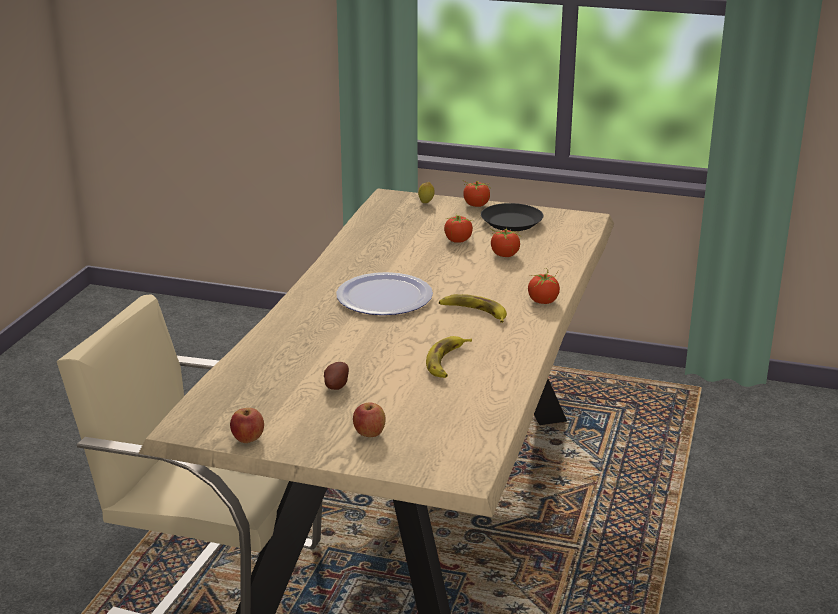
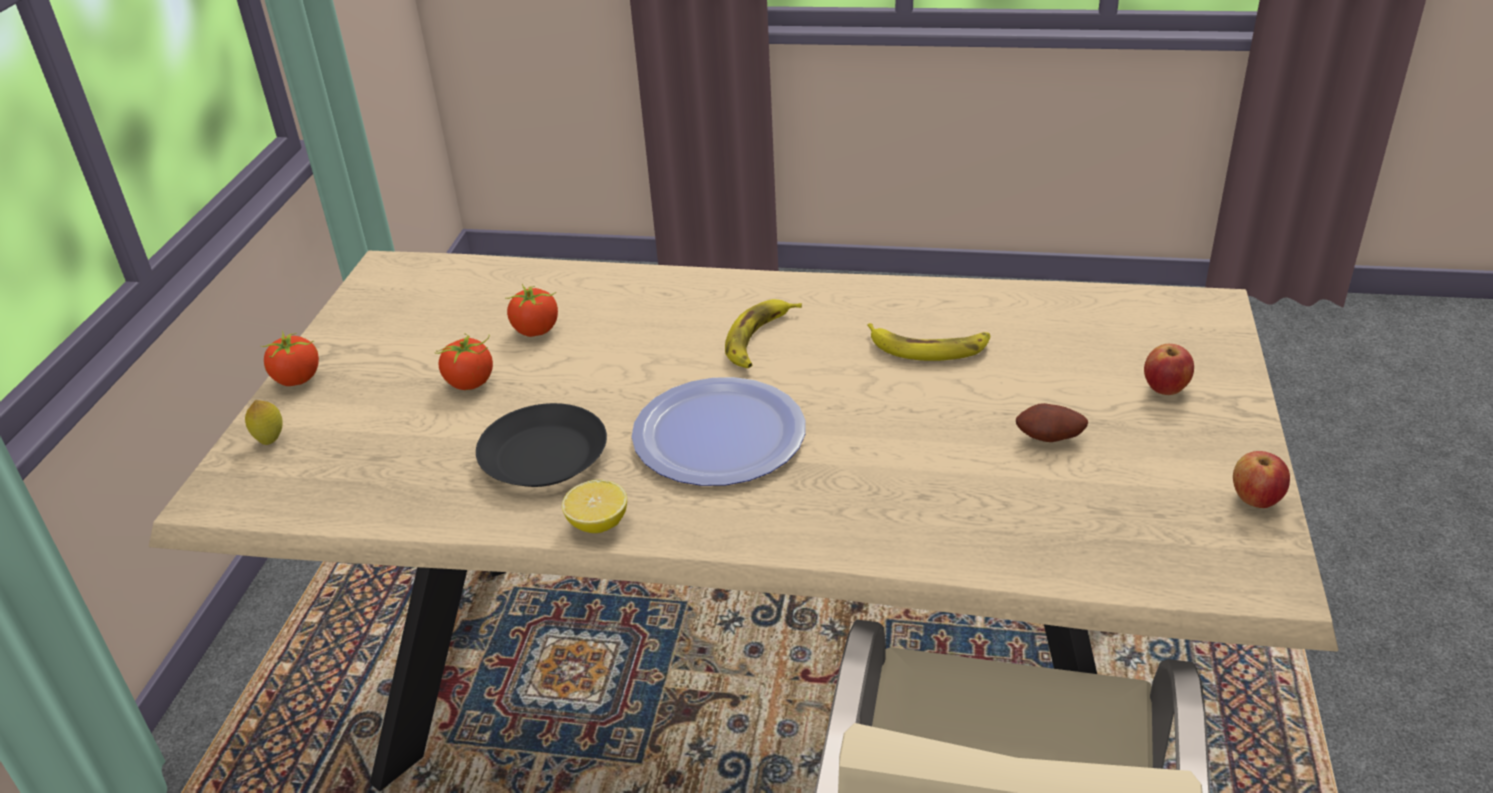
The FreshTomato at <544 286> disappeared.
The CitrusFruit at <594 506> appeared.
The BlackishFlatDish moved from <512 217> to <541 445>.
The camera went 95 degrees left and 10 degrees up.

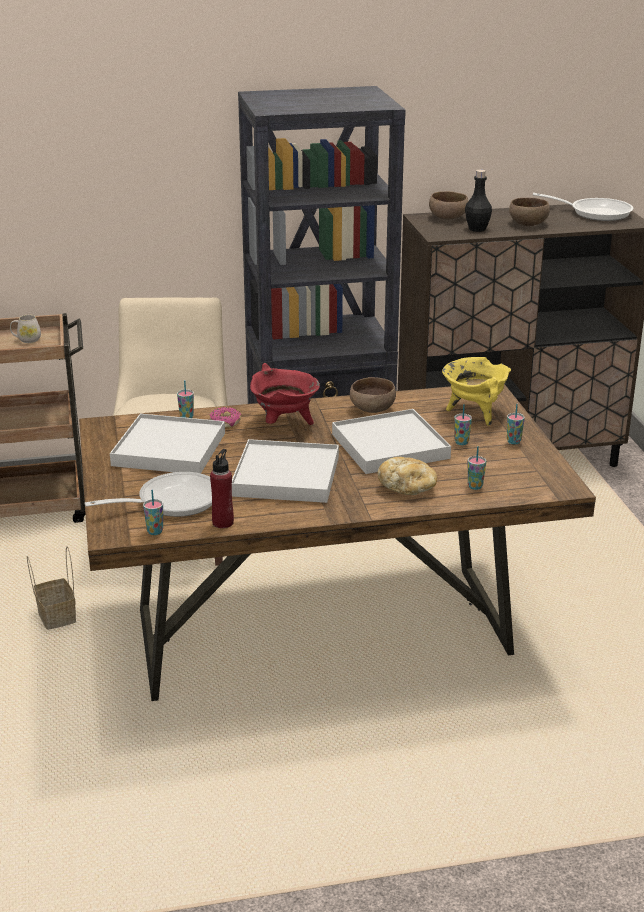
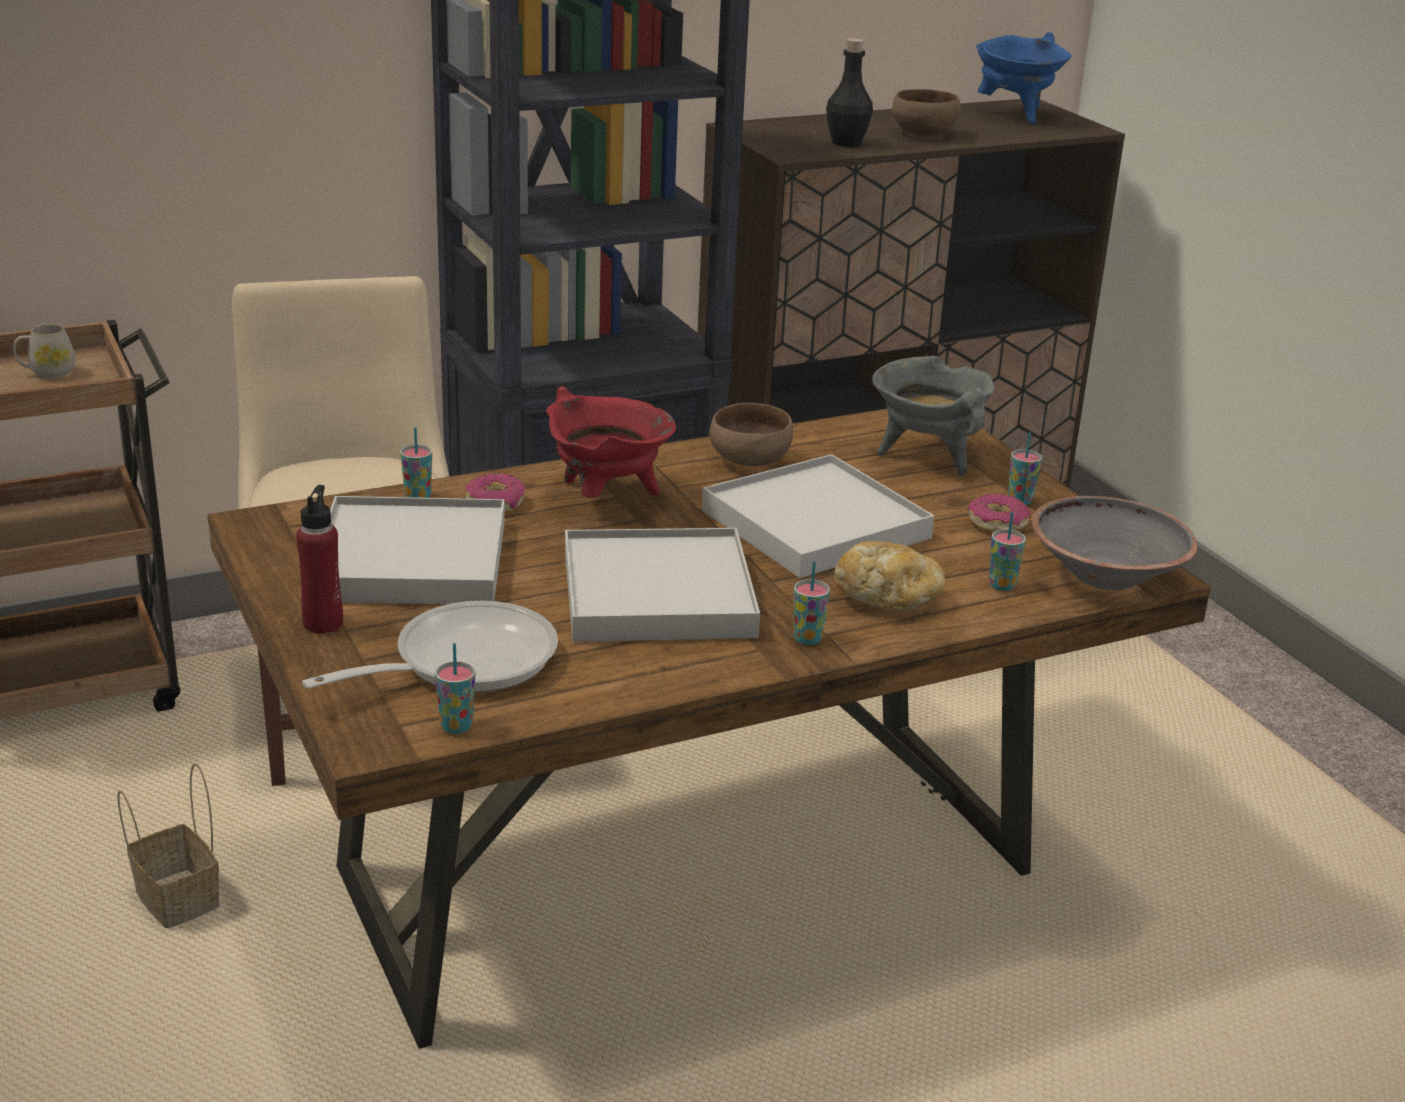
The BrownBowl at <448 205> disappeared.
The Doughnut at <999 513> appeared.
The GrayBowl at <1115 543> appeared.
The RedBottle moved from <222 488> to <319 559>.
The DrinkingCup moved from <463 424> to <811 603>.
The FryingPan at <583 207> was replaced by the BlueColouredCookingPot at <1023 78>.
The YellowColouredCookingPot at <476 391> became the GrayCookingPot at <933 416>.
The camera went 15 degrees left and 0 degrees up.

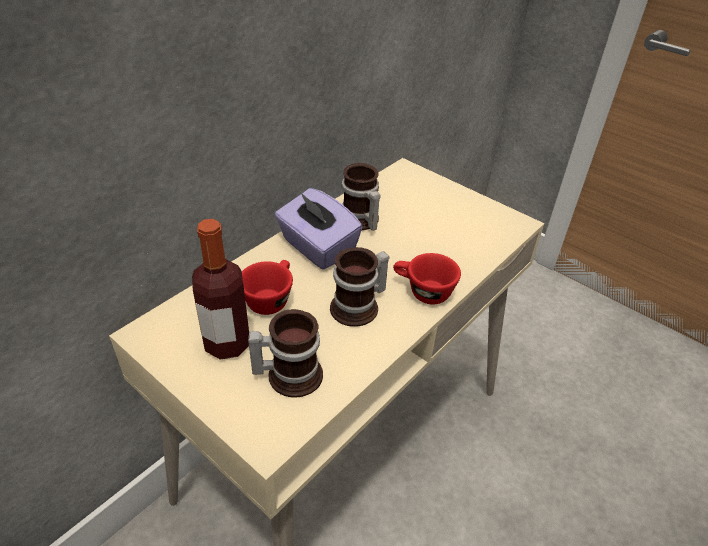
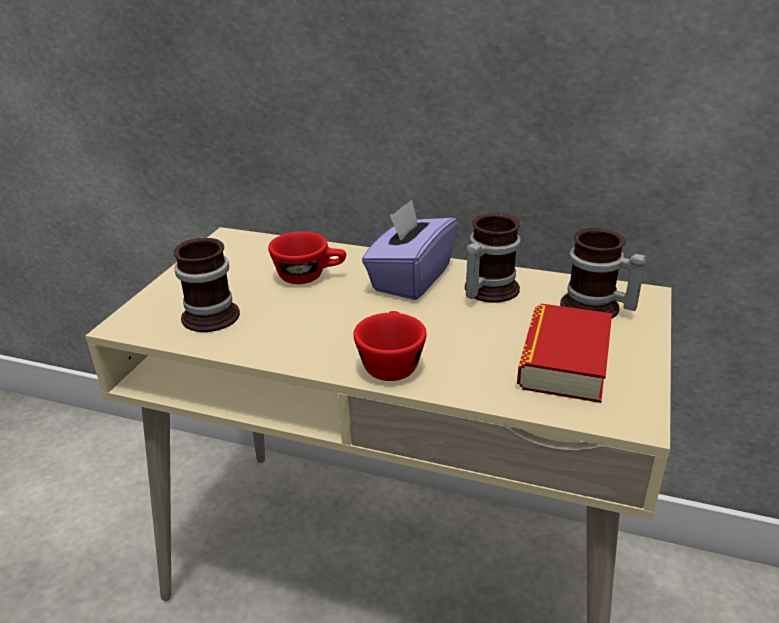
The Bottle at <220 289> disappeared.
The Book at <564 353> appeared.
The CoffeeMug moved from <359 287> to <603 273>.
The camera went 70 degrees right and 10 degrees down.

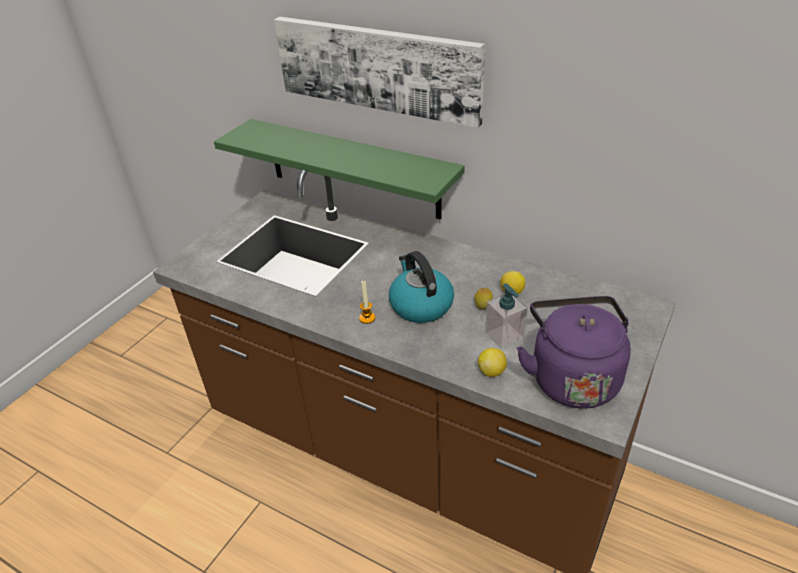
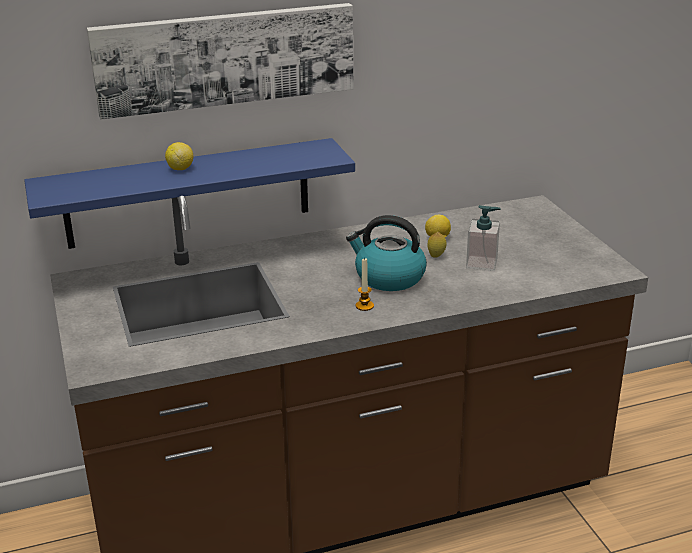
The PurpleTeaKettle at <574 352> disappeared.
The CitrusFruit moved from <492 362> to <179 156>.
The GreenShelf at <339 169> became the BlueColouredShelf at <189 193>.
The camera went 50 degrees left and 10 degrees down.

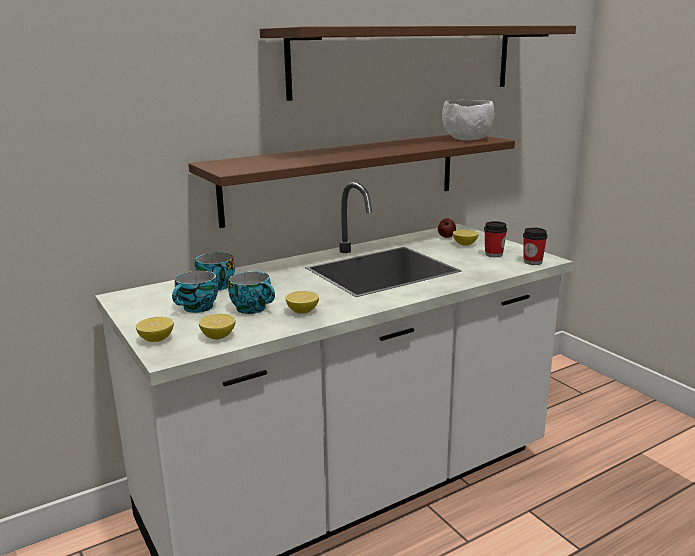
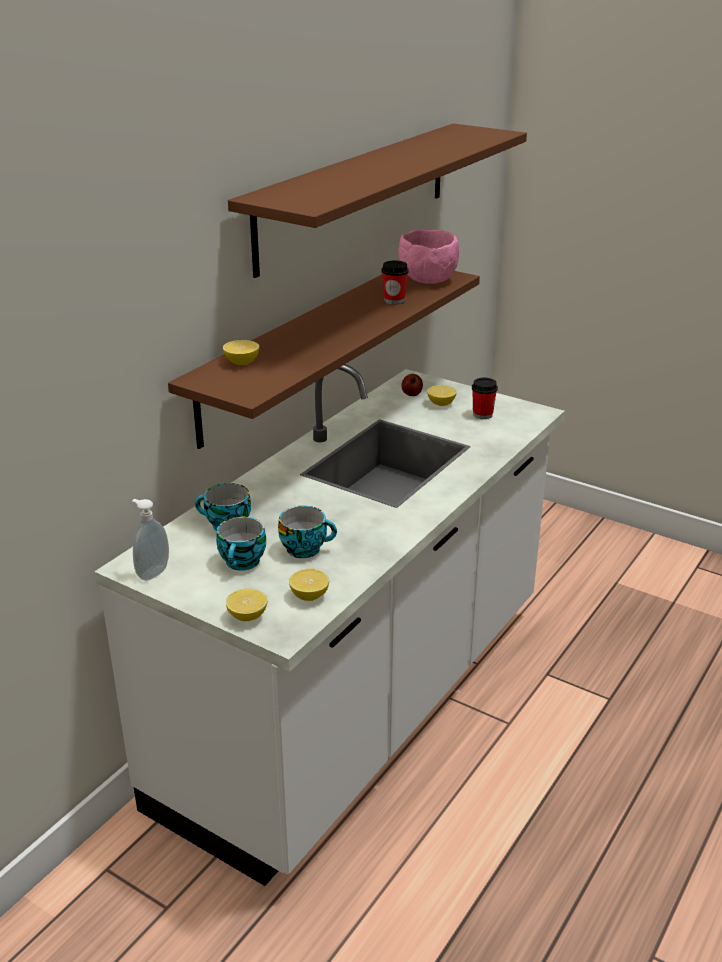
The SoapDispenser at <150 540> appeared.
The CitrusFruit moved from <302 302> to <241 352>.
The DrinkingCup moved from <535 246> to <395 282>.
The WhiteColouredBowl at <468 119> became the PinkColouredBowl at <428 256>.
The camera went 25 degrees left and 10 degrees up.

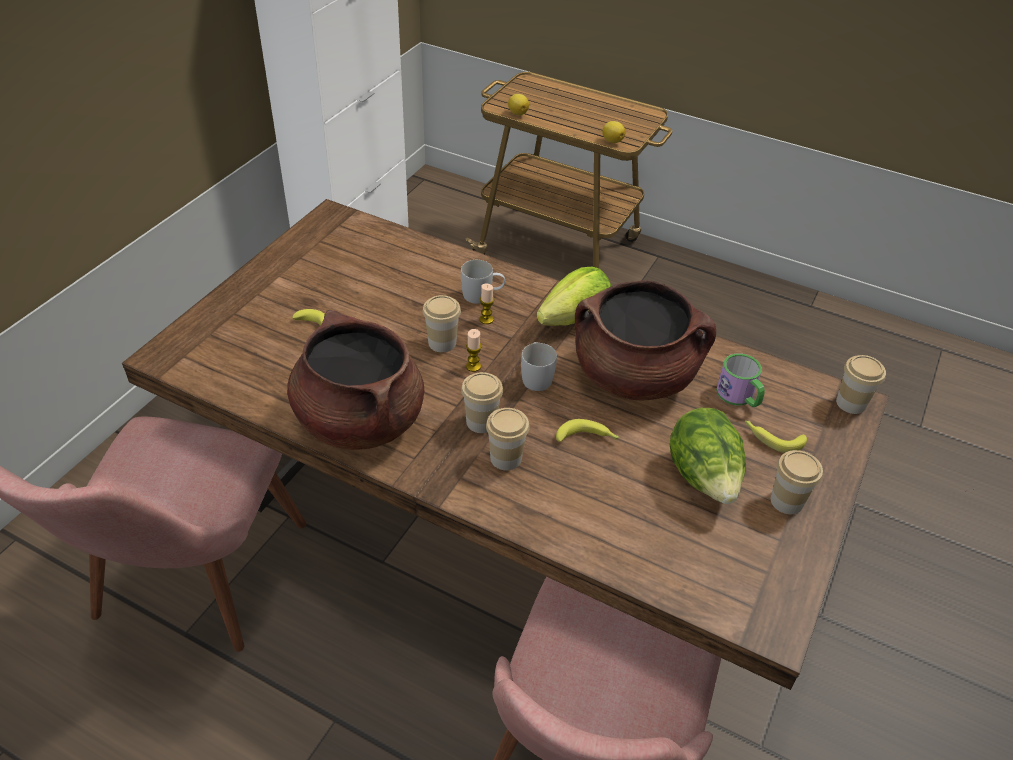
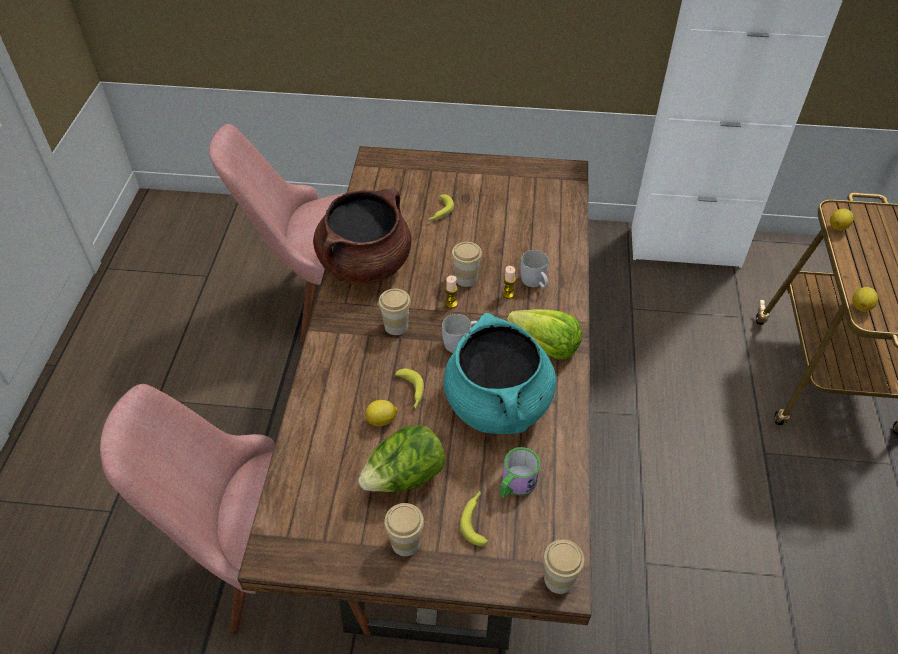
The DrinkingCup at <508 439> disappeared.
The CitrusFruit at <382 413> appeared.
The BrownCookingPot at <645 340> became the TurquoiseColouredCookingPot at <499 373>.
The camera went 70 degrees right and 5 degrees up.

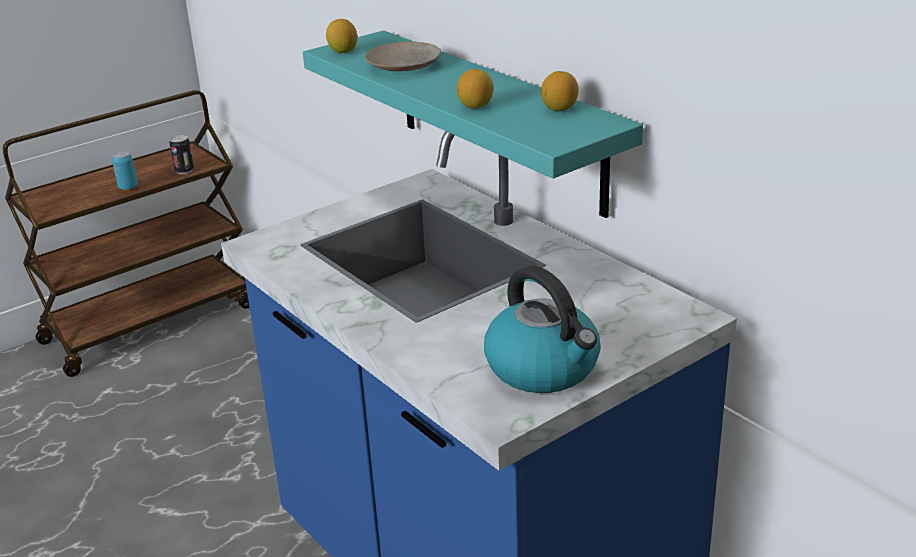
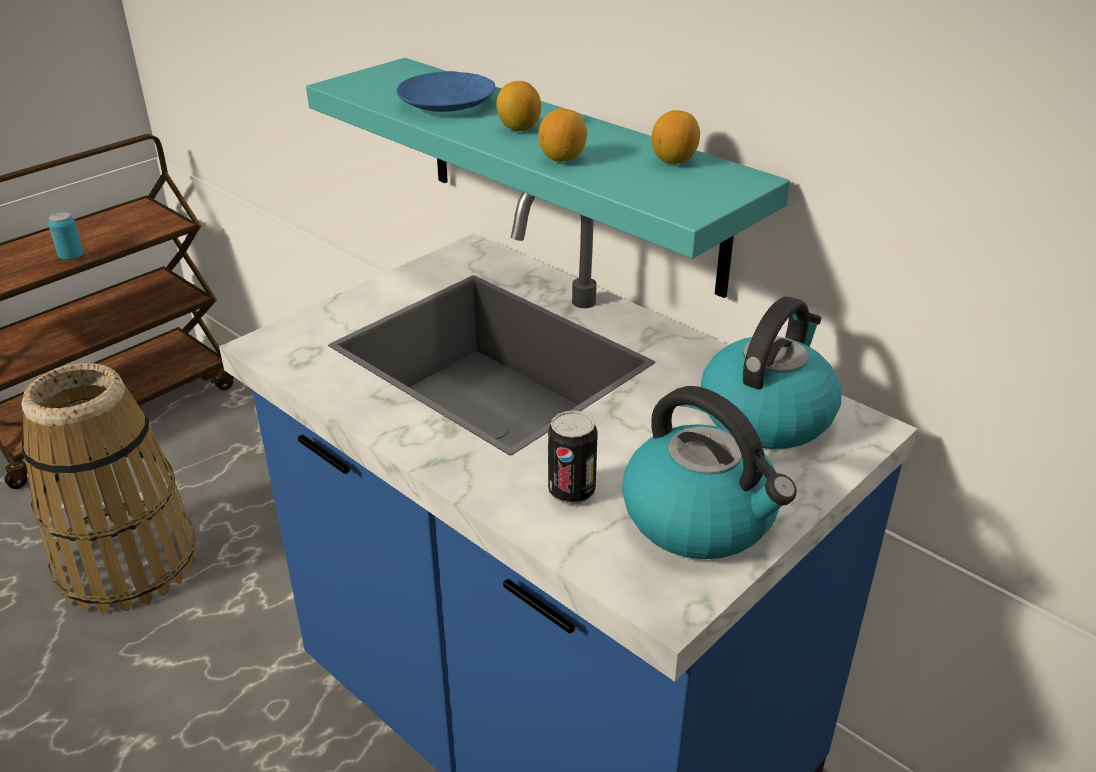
The Basket at <109 488> appeared.
The TeaKettle at <771 373> appeared.
The MetalCan moved from <181 154> to <573 457>.
The CitrusFruit moved from <341 36> to <518 106>.
The BeigeFlatDish at <403 56> became the BlueColouredFlatDish at <445 91>.
The camera went 10 degrees left and 5 degrees up.

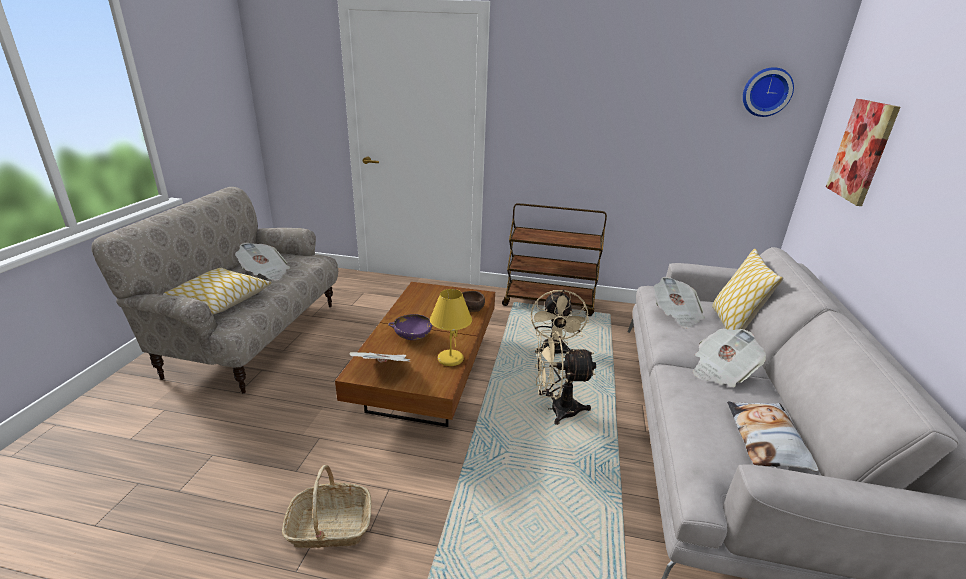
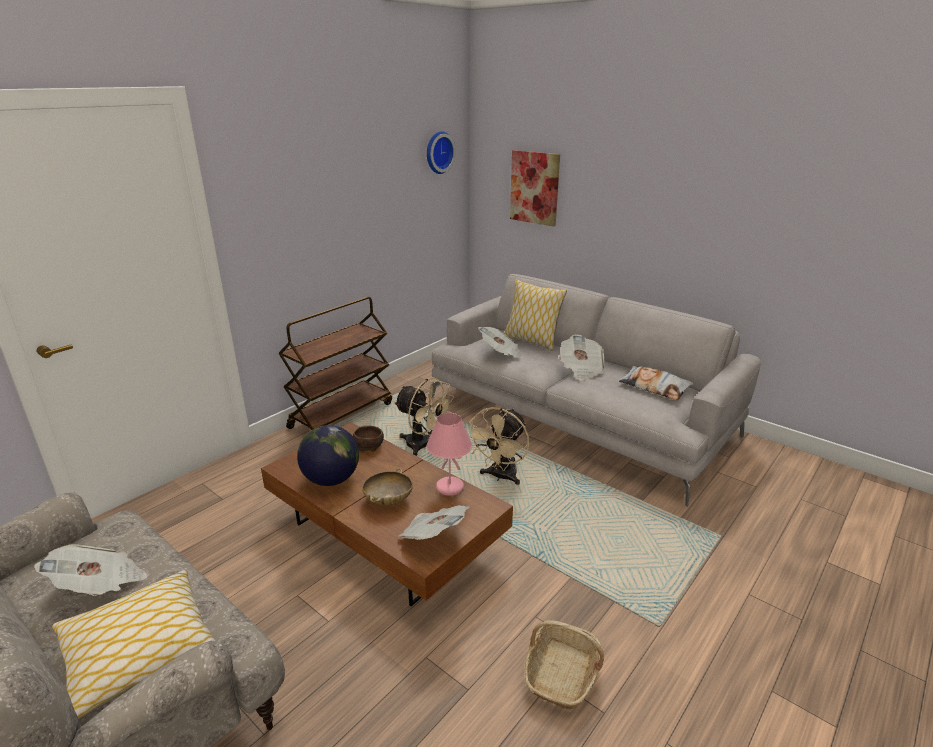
The DeskGlobe at <328 455> appeared.
The PurpleBowl at <410 327> became the BeigeBowl at <387 486>.
The YellowColouredTabletopLamp at <451 327> became the PinkColouredTabletopLamp at <449 454>.
The camera went 60 degrees left and 0 degrees up.

